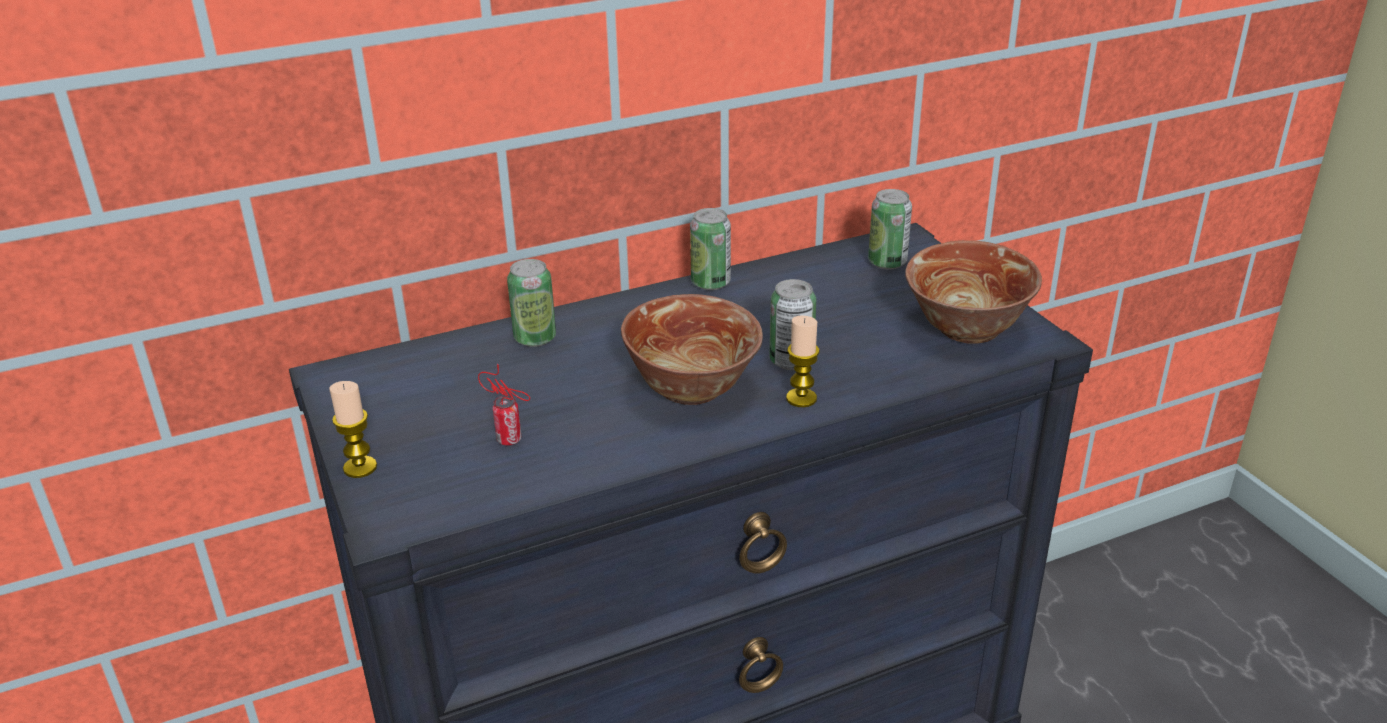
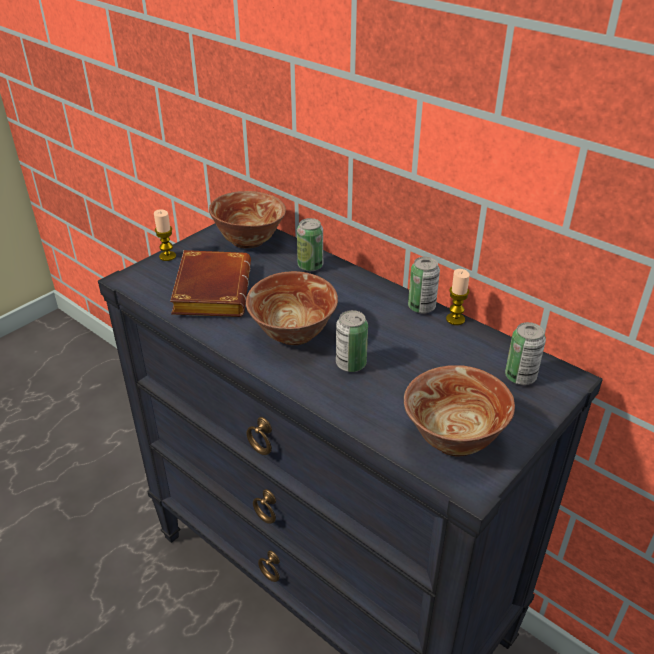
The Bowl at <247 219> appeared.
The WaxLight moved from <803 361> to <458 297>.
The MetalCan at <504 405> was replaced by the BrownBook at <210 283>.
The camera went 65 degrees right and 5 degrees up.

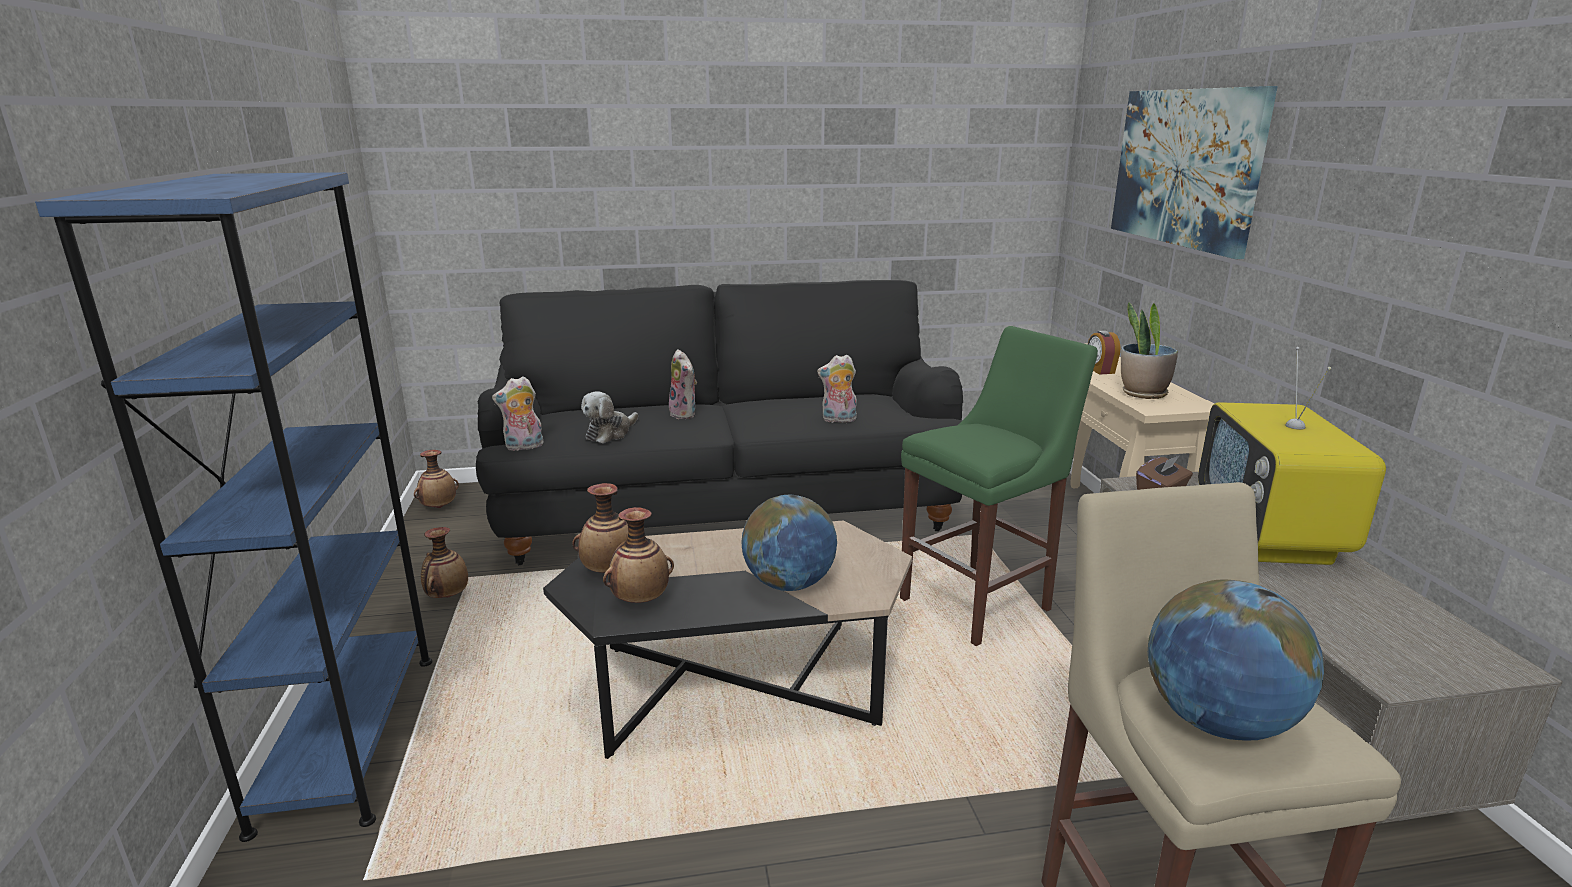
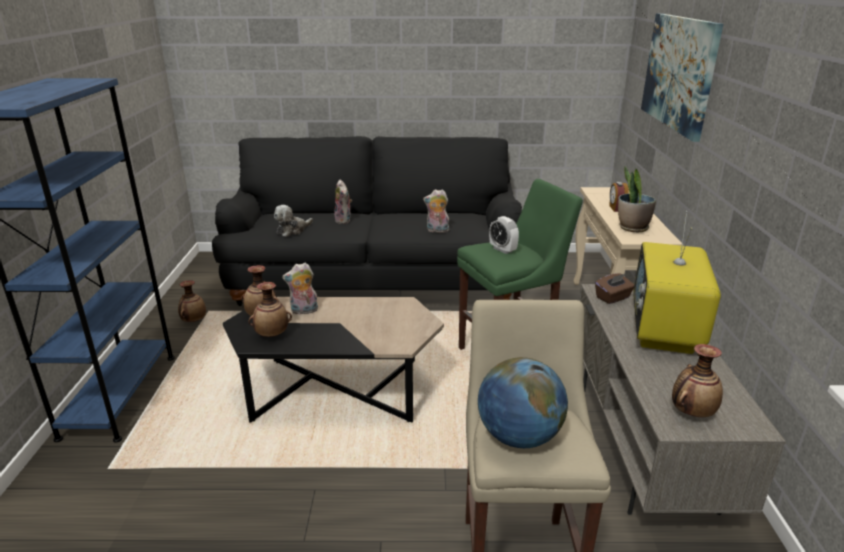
The DeskGlobe at <789 543> disappeared.
The BedsideClock at <504 235> appeared.
The DecorativeVase moved from <436 479> to <697 380>.
The CuddlyToy moved from <518 413> to <300 288>.
The camera went 10 degrees right and 5 degrees up.

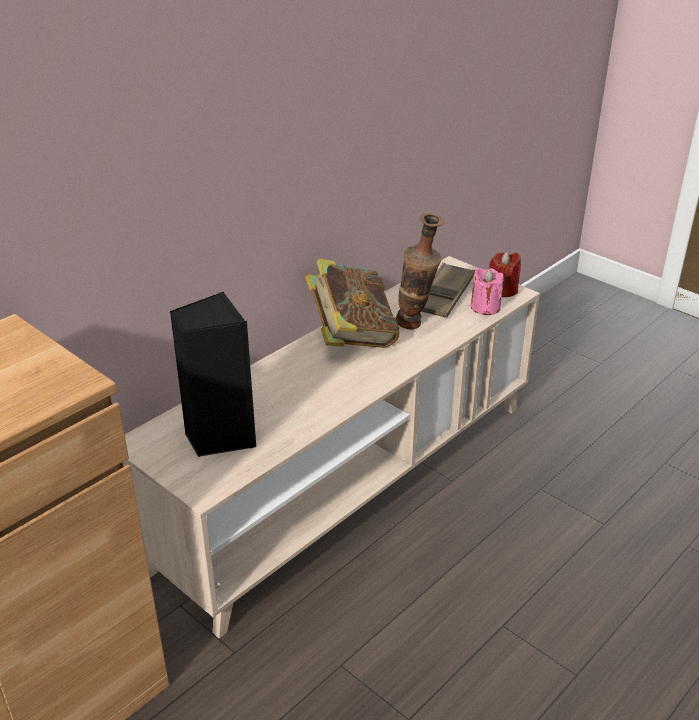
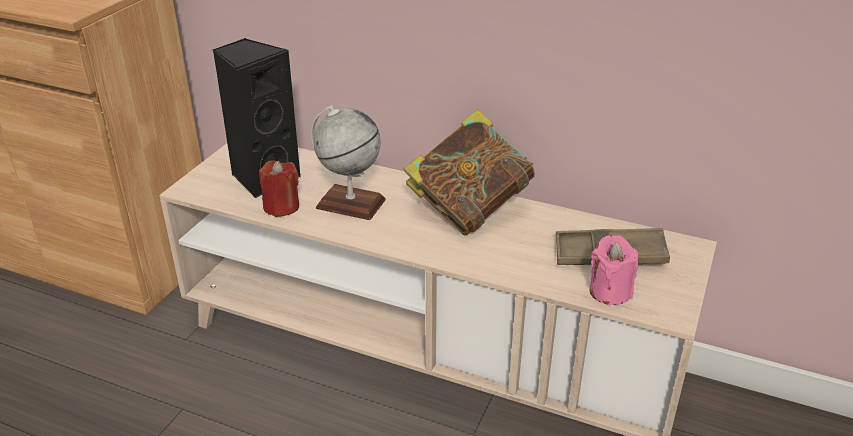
The DecorativeVase at <420 271> disappeared.
The DeskGlobe at <348 162> appeared.
The RedWaxLight moved from <505 274> to <279 188>.
The camera went 70 degrees right and 0 degrees up.

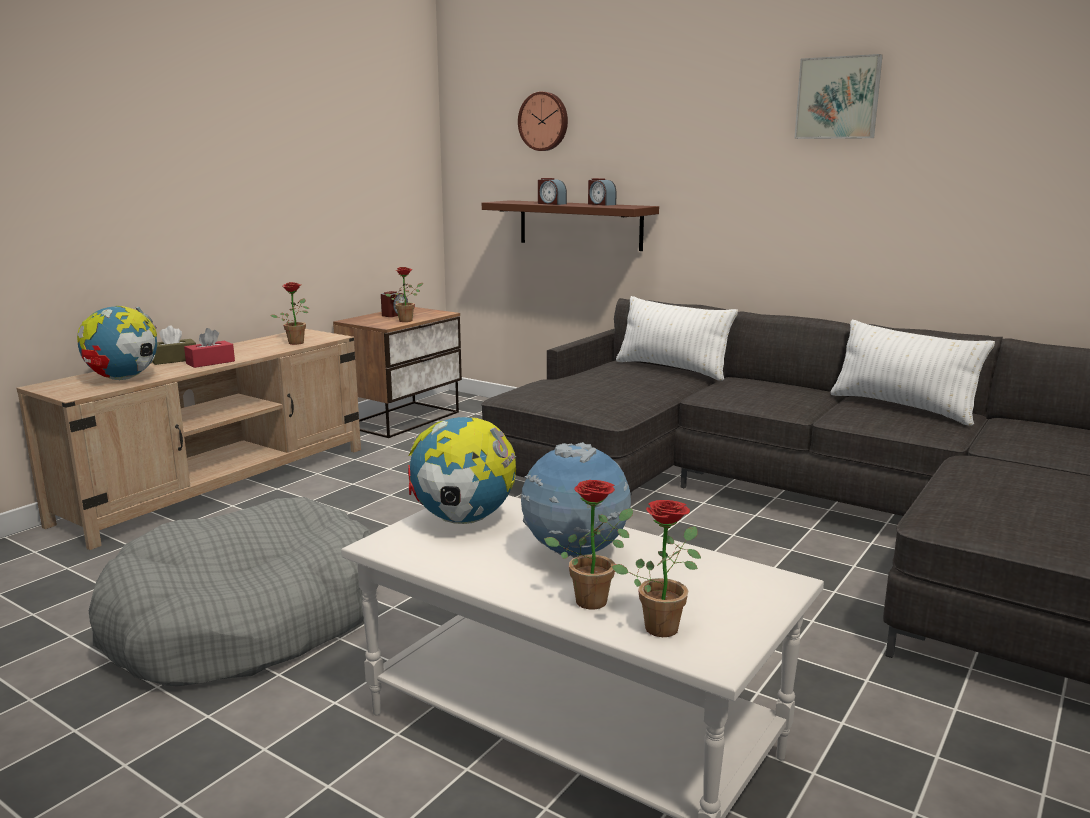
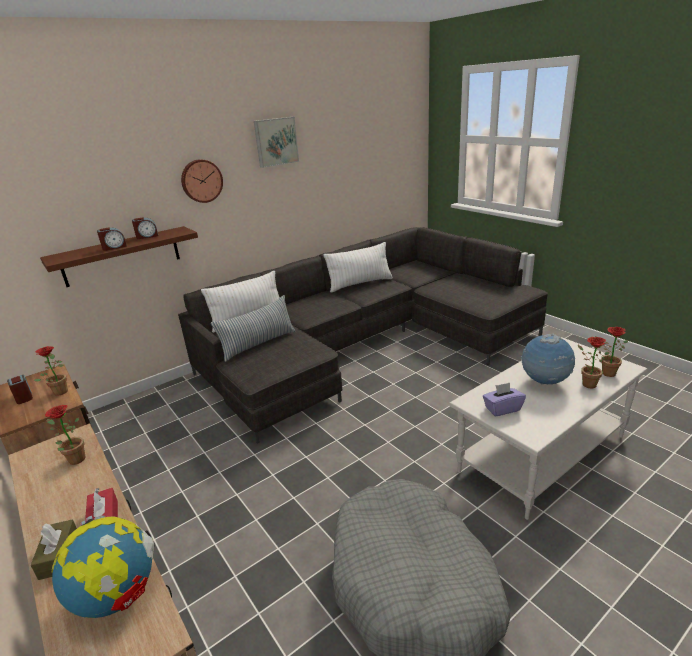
The Cushion at <253 328> appeared.
The HangingClock moved from <543 121> to <202 181>.
The DeskGlobe at <462 470> was replaced by the PurpleTissueHolder at <504 400>.
The camera went 70 degrees left and 10 degrees up.

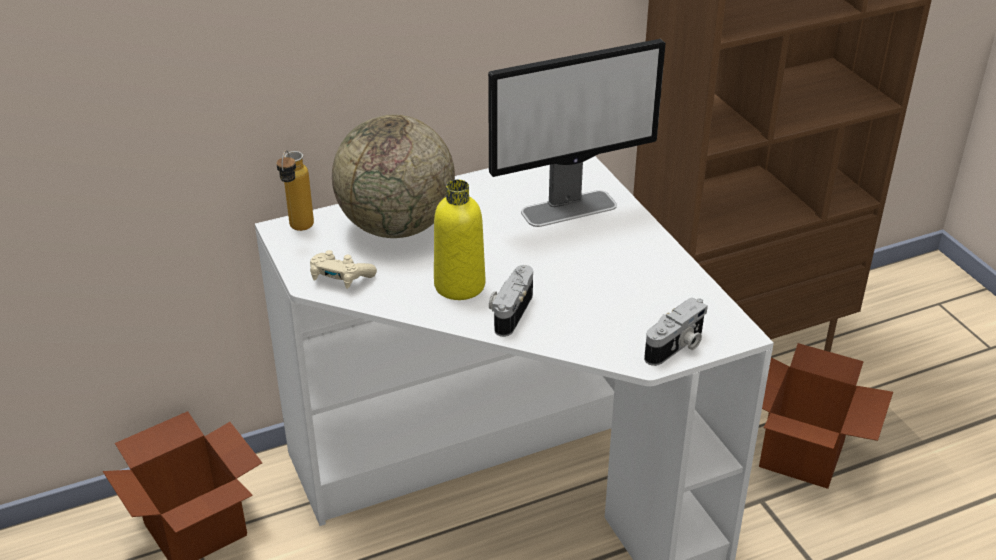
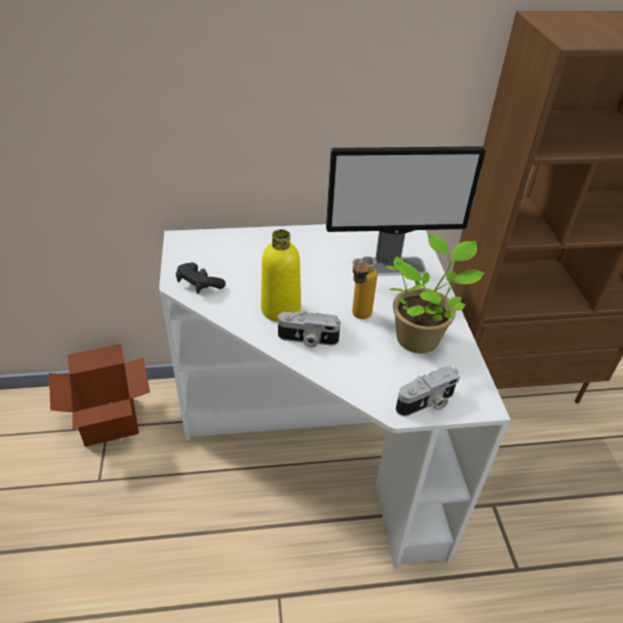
The DeskGlobe at <393 176> disappeared.
The CardboardBox at <826 416> disappeared.
The PlantInAPot at <434 294> appeared.
The Bottle moved from <295 190> to <364 287>.
The BeigeGamepad at <343 269> became the BlackishGamepad at <201 278>.
The StillCamera at <511 301> turned 120 degrees counterclockwise.
The camera went 15 degrees right and 5 degrees up.

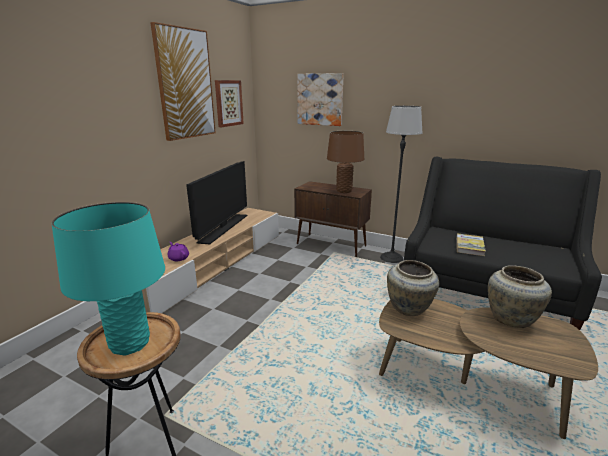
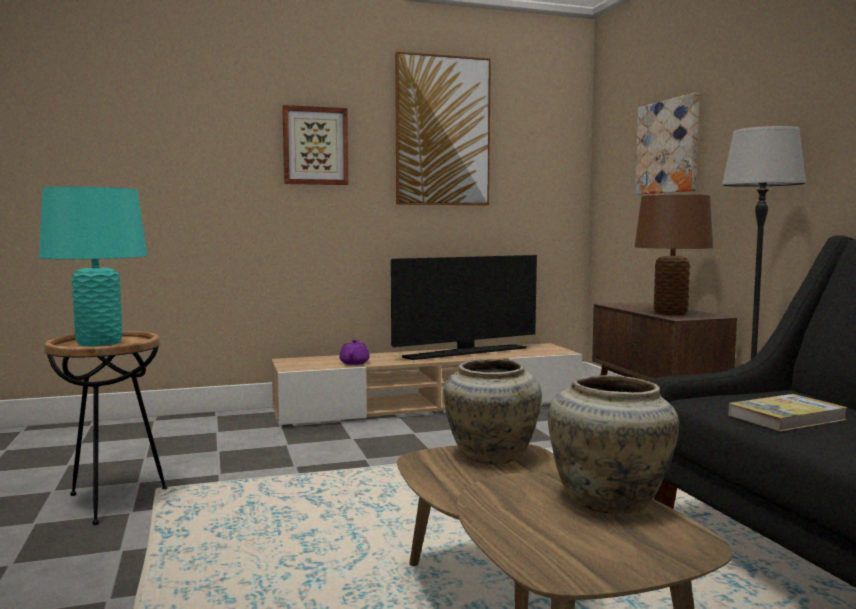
The WallPicture moved from <229 103> to <315 145>.
The camera went 45 degrees right and 15 degrees down.

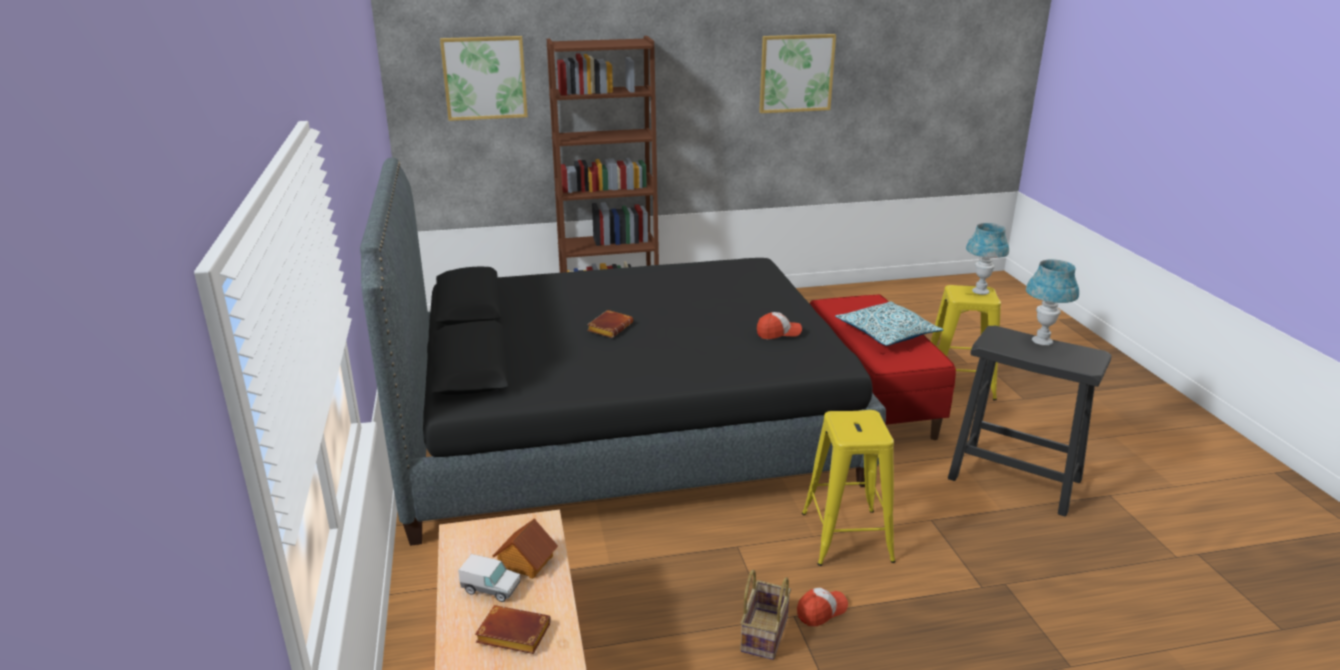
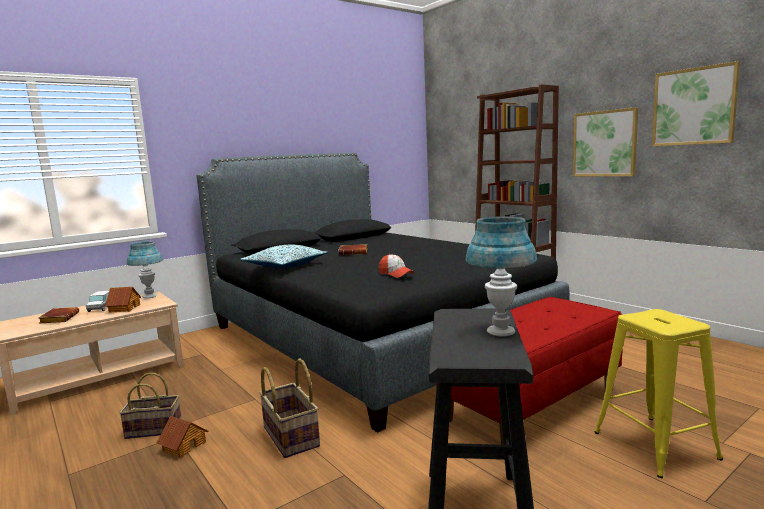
The WallPicture moved from <484 78> to <605 141>.
The Cushion moved from <889 323> to <284 256>.
The BlueColouredTabletopLamp moved from <987 259> to <145 269>.
The Cap at <822 607> was replaced by the ModelHouse at <182 437>.
The YellowColouredStoolSeat at <849 488> was replaced by the Basket at <289 408>.
The camera went 65 degrees right and 15 degrees down.

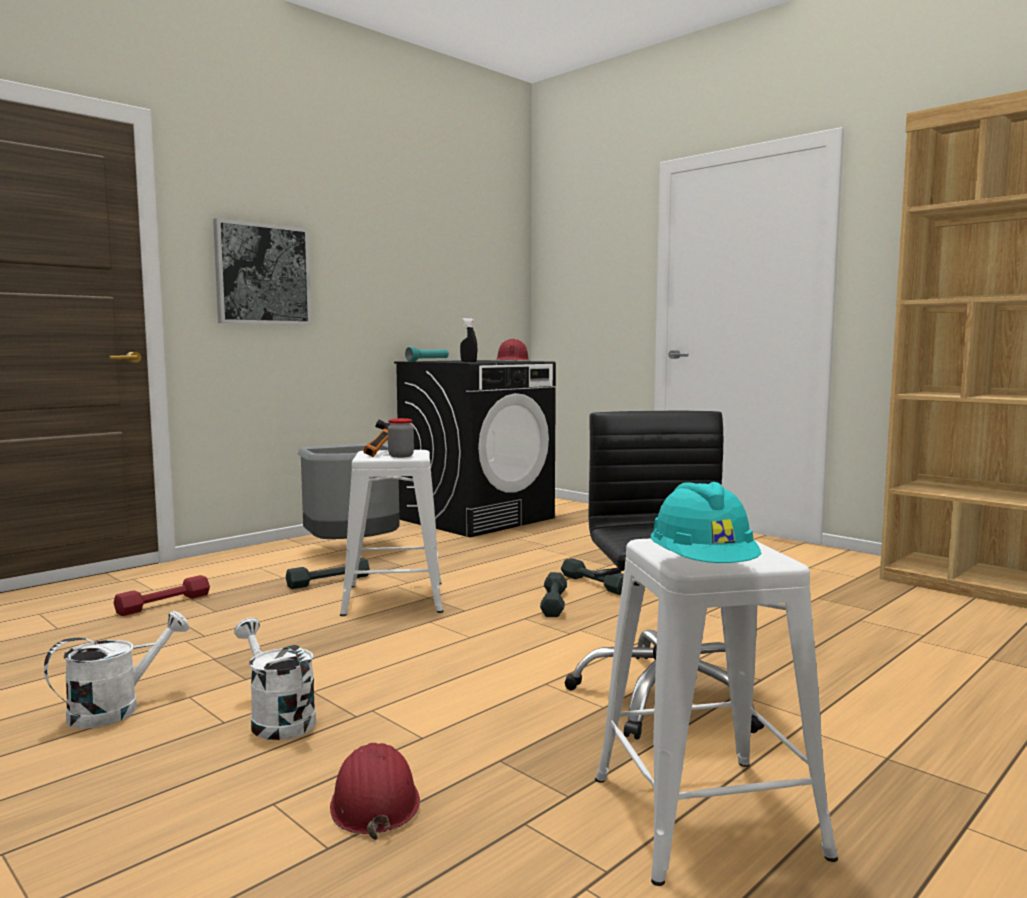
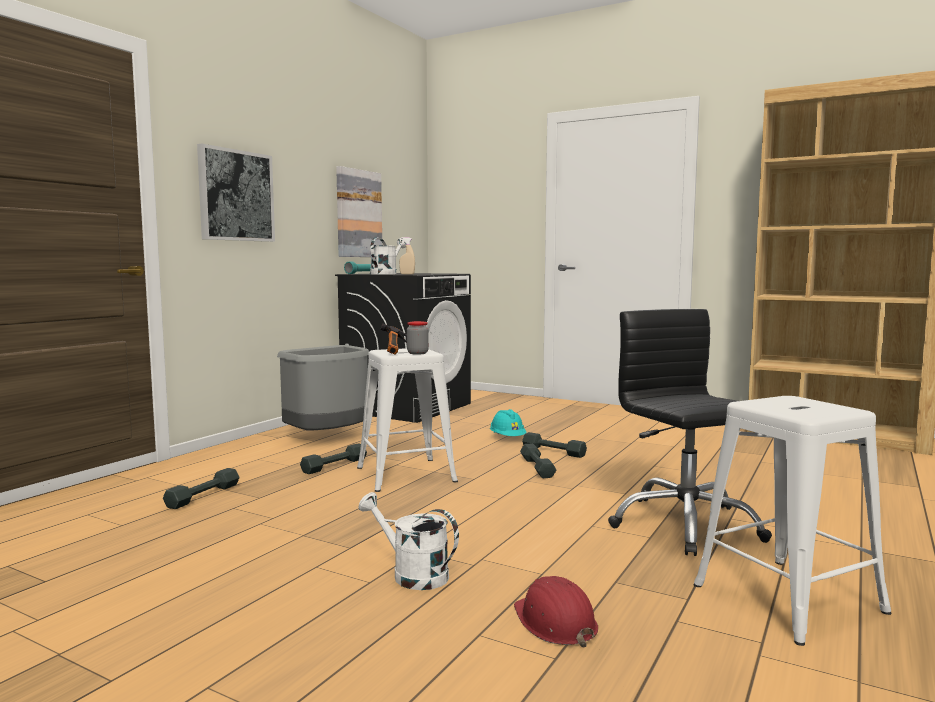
The RedSafetyHelmet at <513 350> disappeared.
The WallPicture at <359 211> appeared.
The WhiteColouredWateringCan moved from <117 670> to <388 255>.
The TurquoiseColouredSafetyHelmet moved from <706 522> to <508 422>.
The RedHandWeight at <162 595> became the GrayHandWeight at <201 488>.
The BlackishSprayer at <468 340> became the BeigeSprayer at <407 255>.
The camera went 15 degrees left and 0 degrees up.

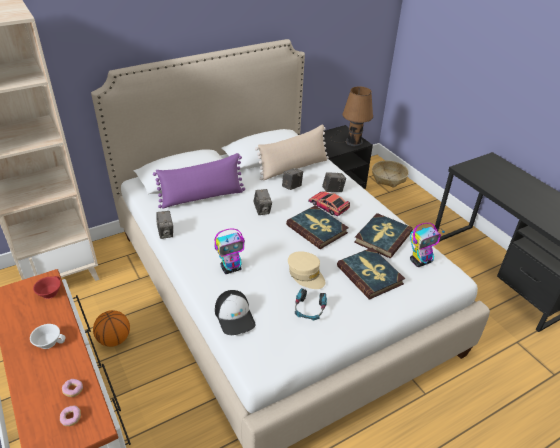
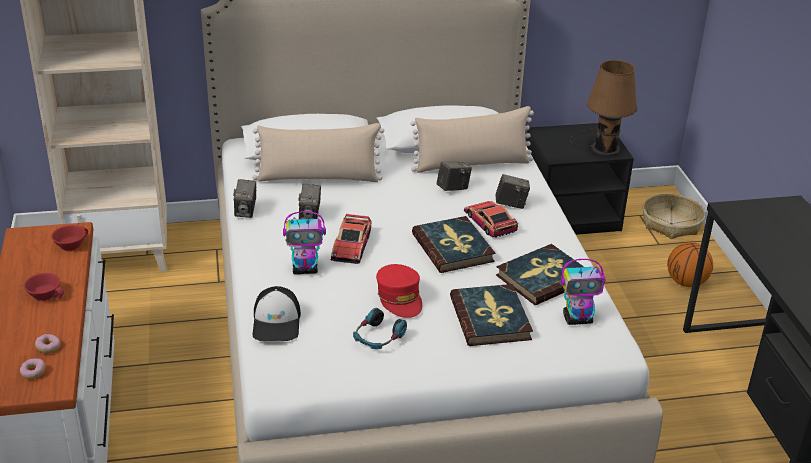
The MiniatureCar at <351 239> appeared.
The Basketball moved from <111 328> to <690 264>.
The StillCamera moved from <262 202> to <309 201>.
The WhiteColouredDrinkingCup at <48 336> became the RedDrinkingCup at <44 287>.
The PurpleCushion at <199 180> became the BeigeCushion at <318 152>.
The BeigeCap at <307 270> became the RedCap at <399 291>.
The camera went 20 degrees right and 5 degrees down.

